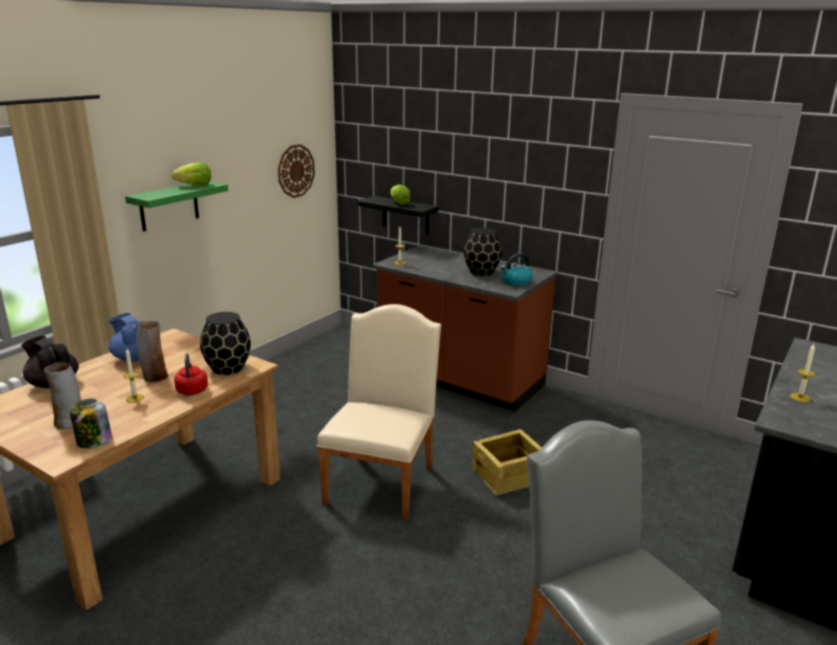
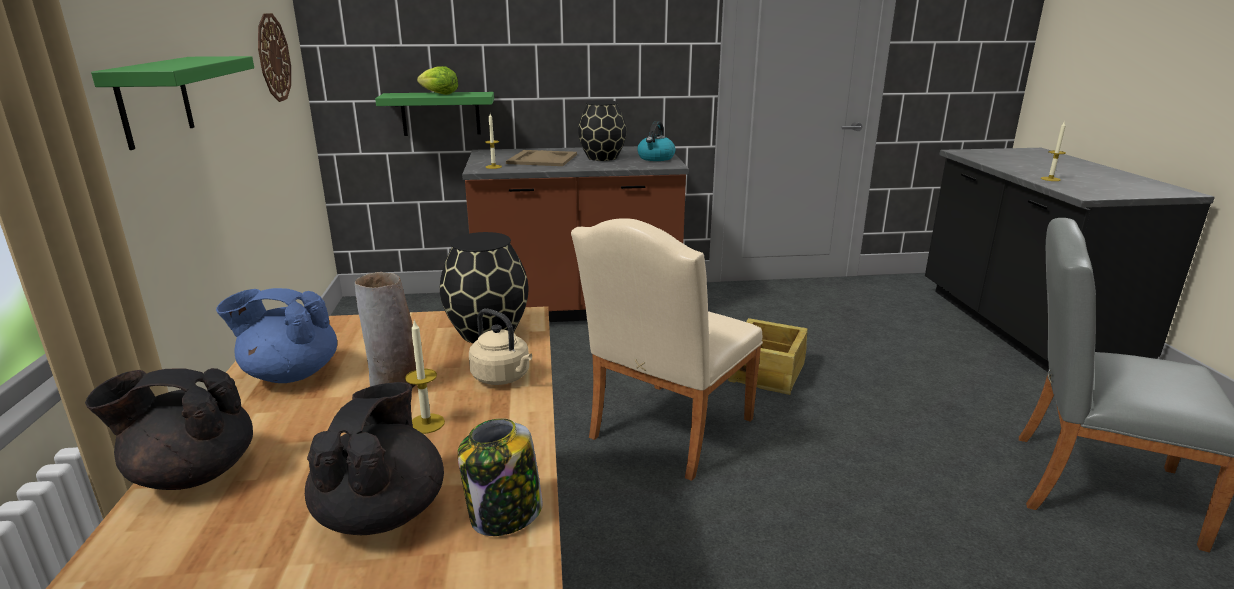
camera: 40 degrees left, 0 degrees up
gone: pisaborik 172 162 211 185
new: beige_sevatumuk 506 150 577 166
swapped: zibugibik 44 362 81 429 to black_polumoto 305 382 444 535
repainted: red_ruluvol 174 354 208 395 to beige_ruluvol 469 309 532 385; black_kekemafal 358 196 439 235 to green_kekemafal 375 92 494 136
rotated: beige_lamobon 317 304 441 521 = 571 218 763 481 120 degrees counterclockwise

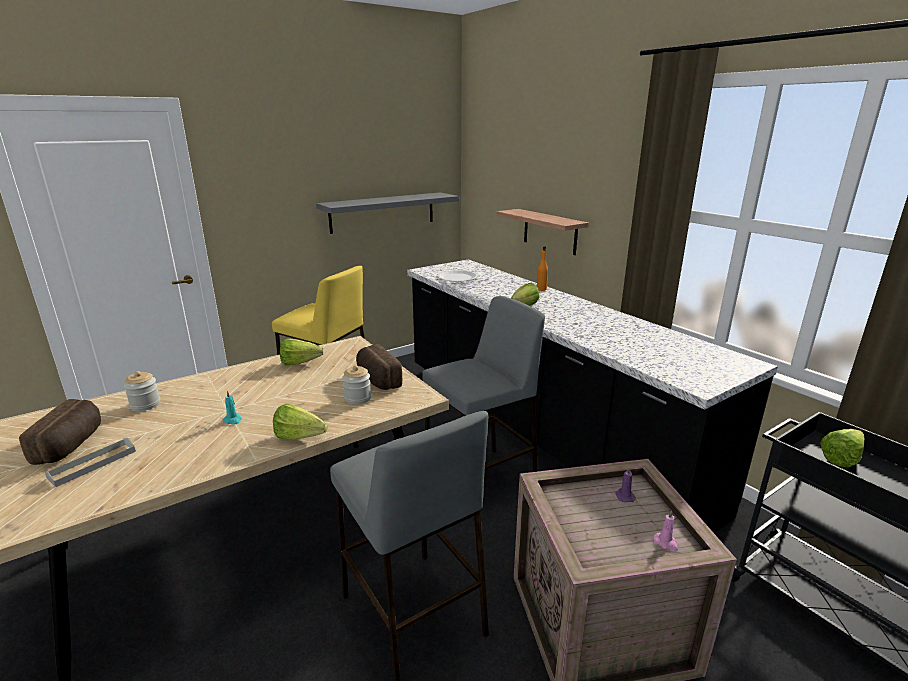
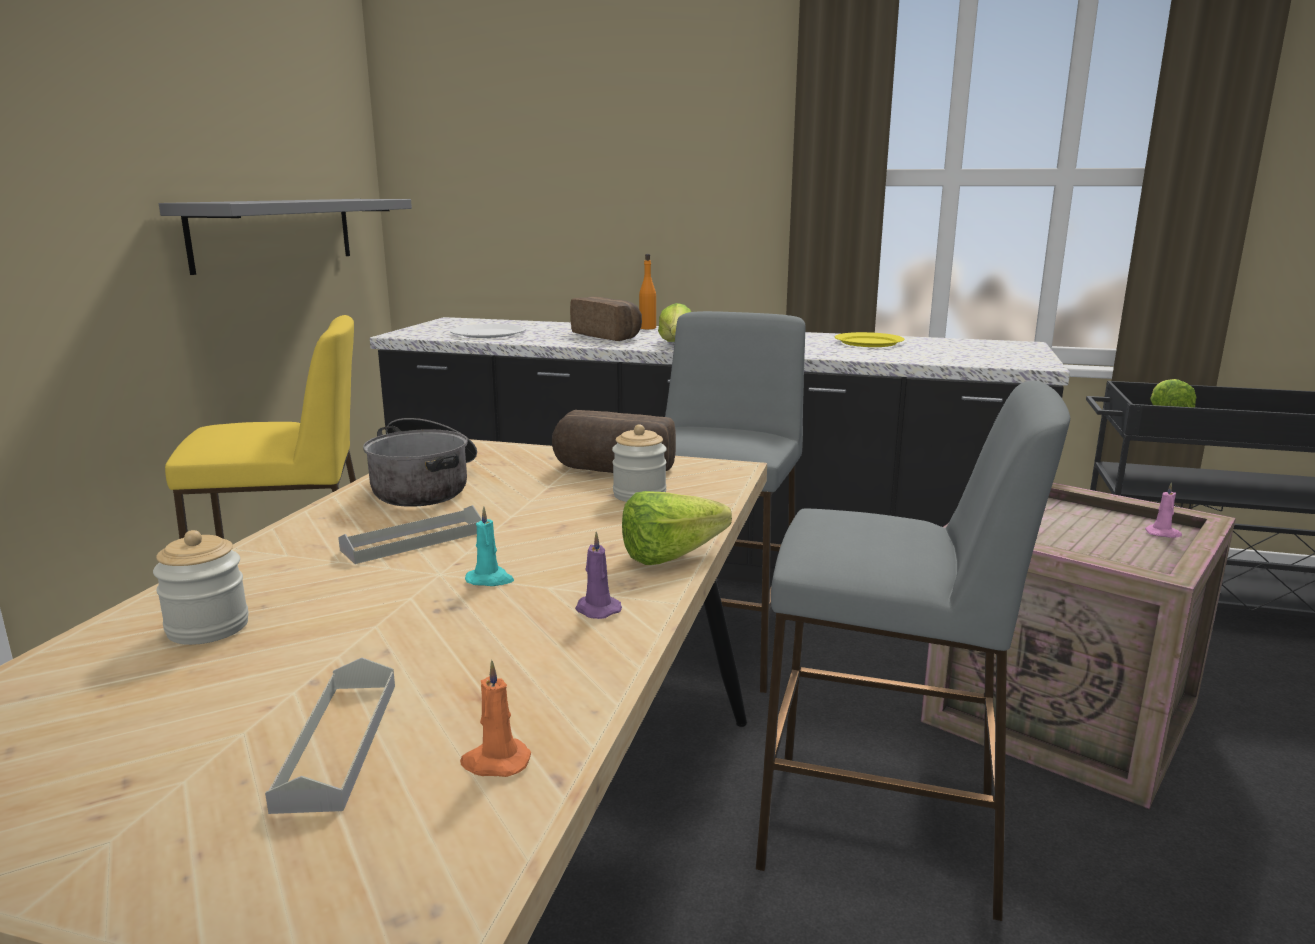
camera: 40 degrees left, 5 degrees down
gone: kekemafal 496 209 589 255
new: grey_sevatumuk 338 505 482 564; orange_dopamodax 460 660 531 777; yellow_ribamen 835 332 904 347
shifted: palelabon 19 399 101 465 to 570 297 642 341; purple_dopamodax 616 467 636 503 to 575 532 622 619
swapped: pisaborik 280 339 324 365 to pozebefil 363 418 477 507

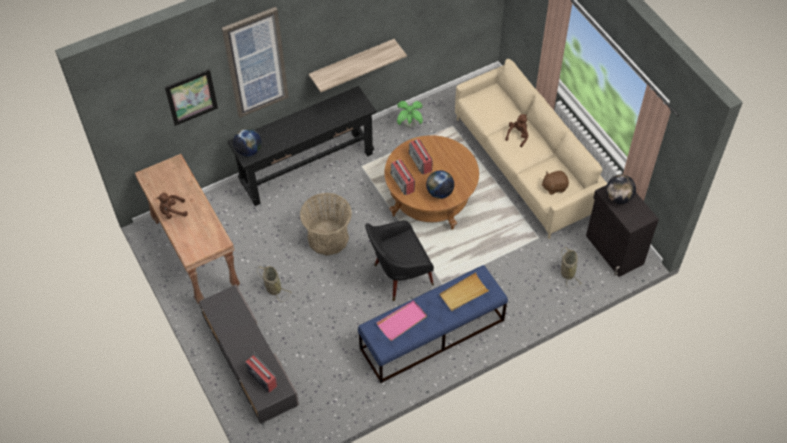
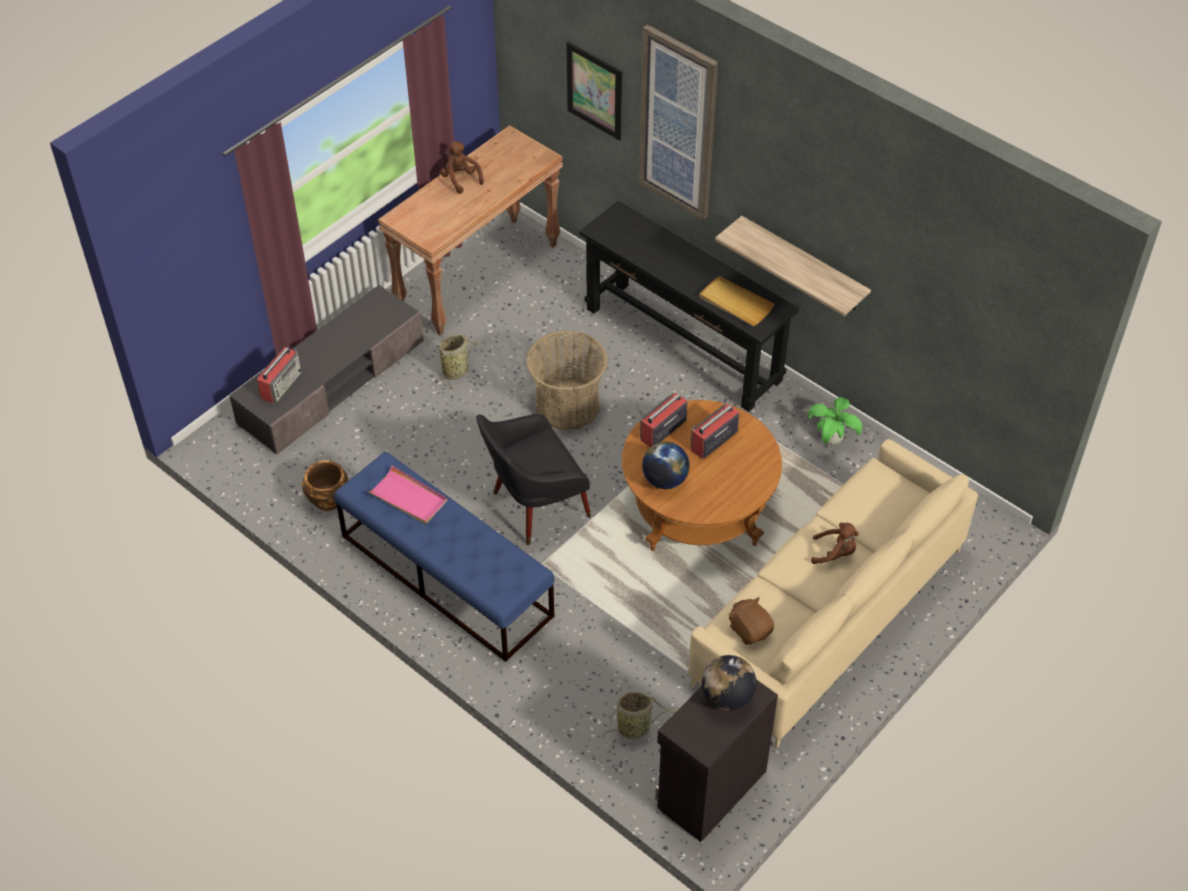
camera: 70 degrees right, 5 degrees down
gone: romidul 233 128 262 156
new: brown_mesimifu 302 460 349 511
shifted: beige_sevatumuk 439 272 490 311 to 699 276 774 326
rotated: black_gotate 365 221 434 301 = 476 414 591 545 75 degrees counterclockwise

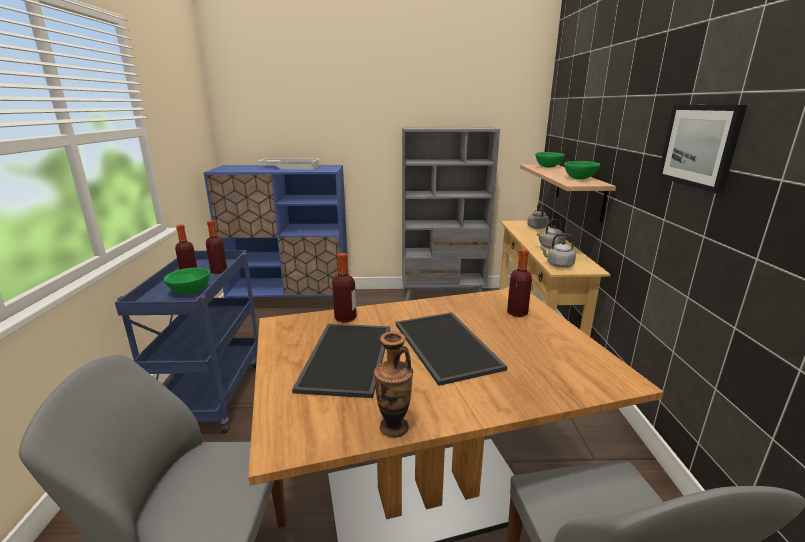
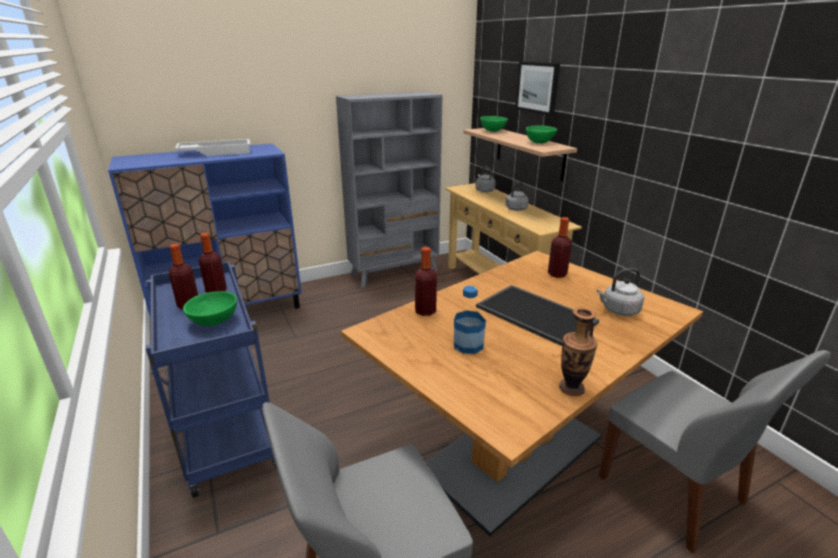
camera: 25 degrees left, 5 degrees up
shifted: grey_ruluvol 540 234 576 268 to 596 268 644 316; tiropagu 658 105 747 194 to 515 61 560 116
swapped: sevatumuk 292 324 390 398 to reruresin 454 286 486 354

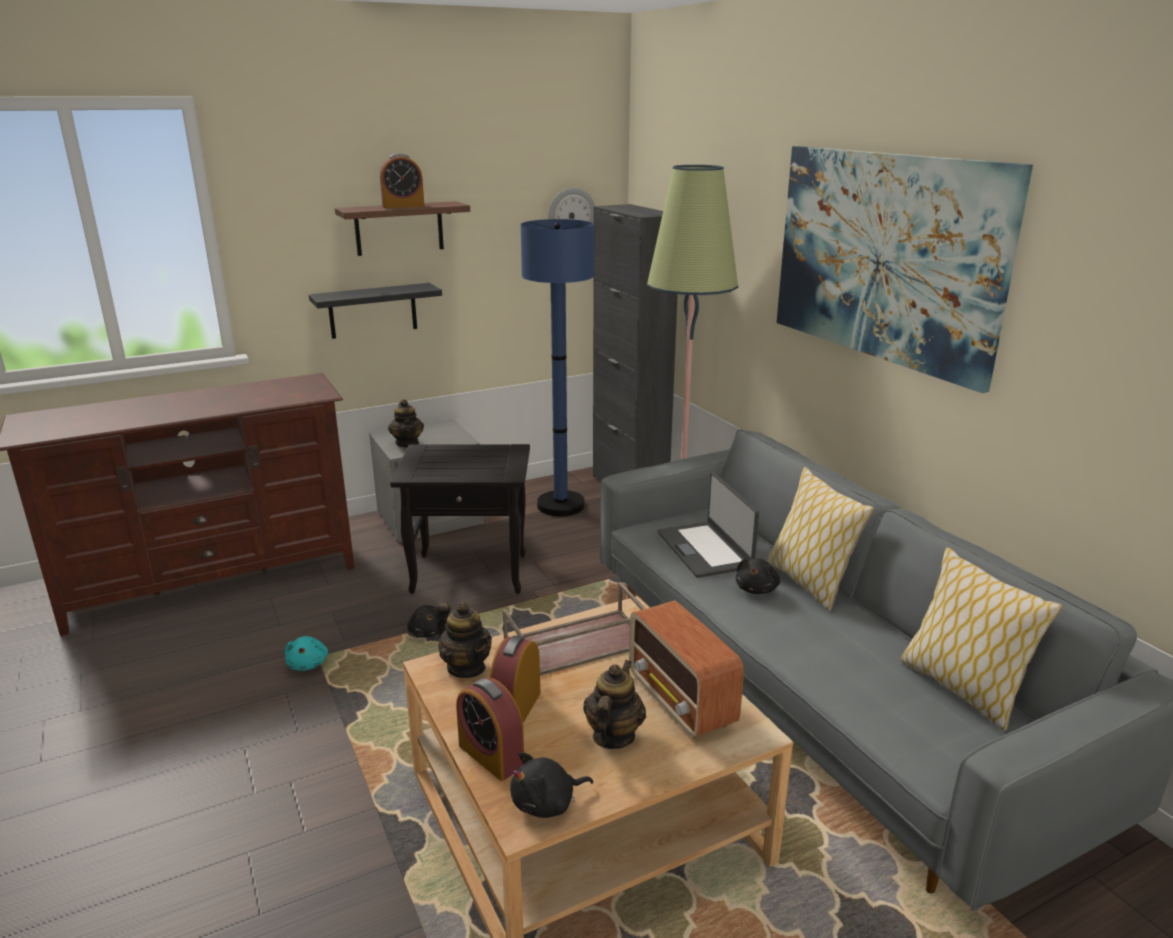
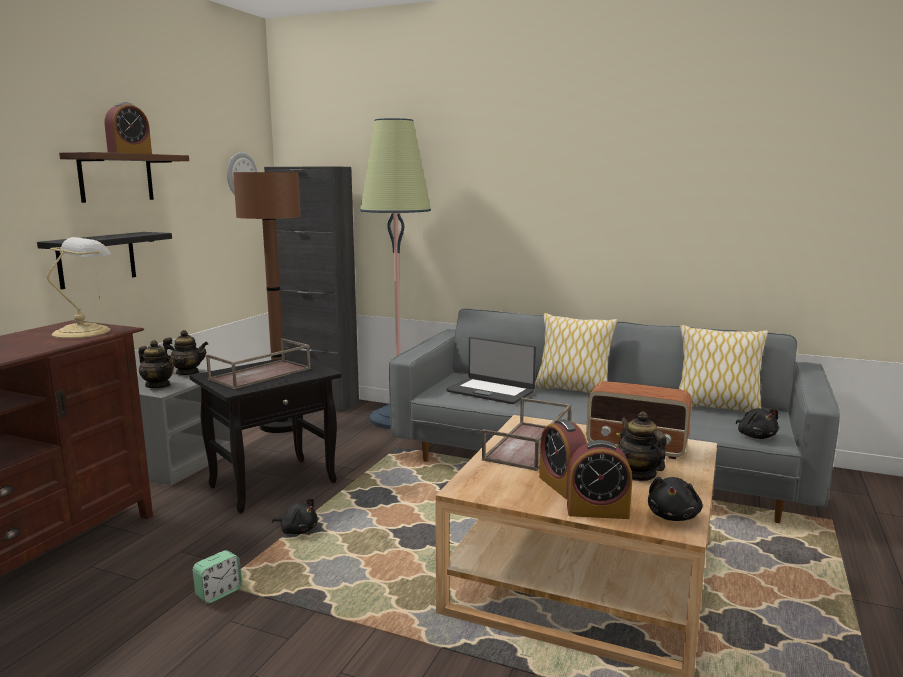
camera: 40 degrees left, 10 degrees down
gone: tiropagu 777 146 1033 393
new: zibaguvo 47 237 112 338; brown_sevatumuk 206 338 311 389
shifted: polumoto 436 602 492 678 to 163 330 208 375; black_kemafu 736 558 780 594 to 736 408 779 439
swapped: turquoise_kemafu 285 636 328 671 to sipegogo 192 550 242 604
repainted: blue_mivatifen 520 219 594 516 to brown_mivatifen 233 171 301 433

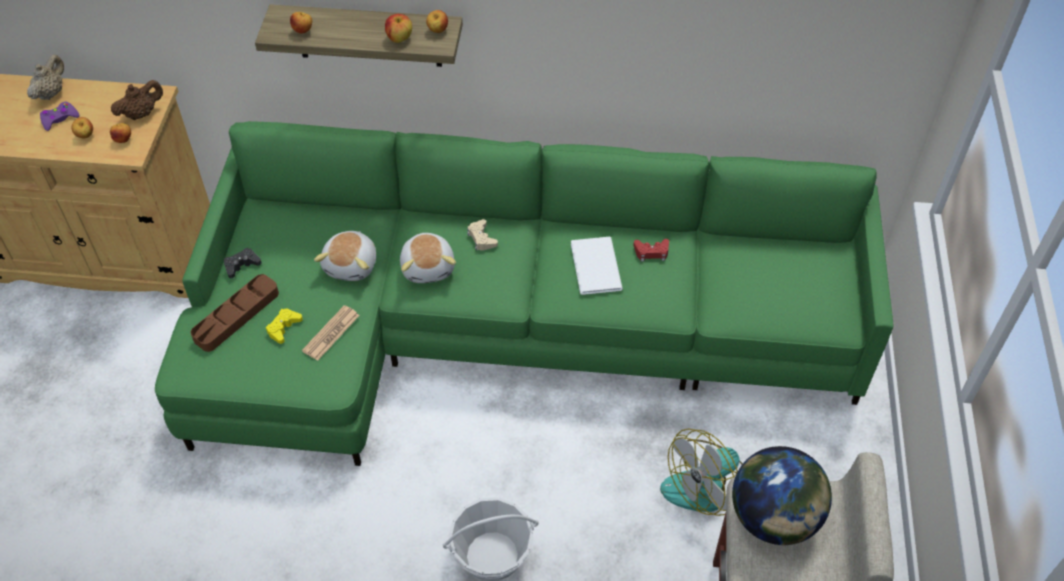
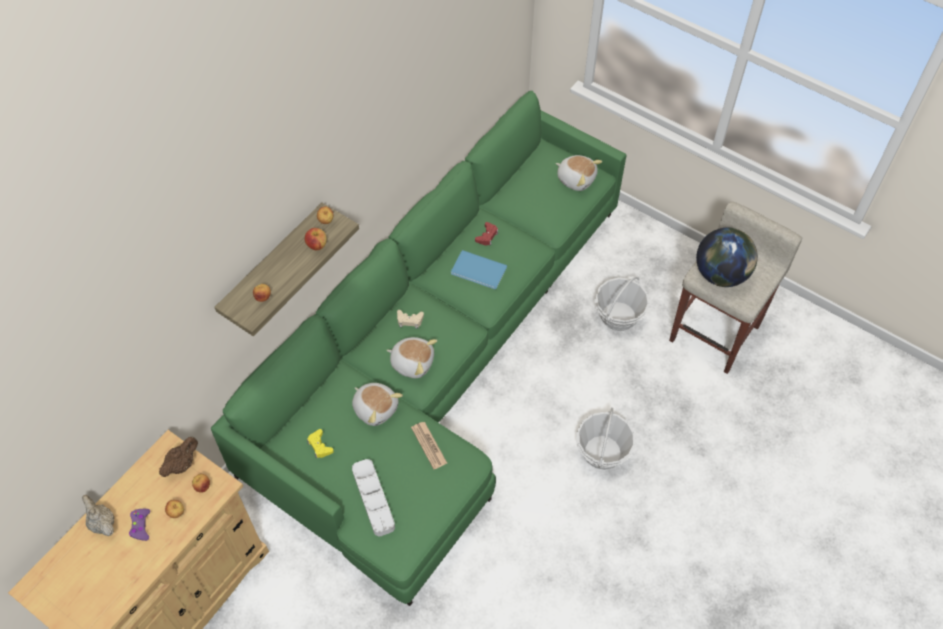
camera: 60 degrees left, 5 degrees up
gone: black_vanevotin 224 248 262 278
new: kemafu 556 155 602 191
shifted: yellow_vanevotin 266 309 303 344 to 307 429 334 458
swapped: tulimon 660 429 743 516 to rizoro 594 277 649 331
repainted: brown_sevatumuk 190 274 279 352 to grey_sevatumuk 352 459 395 536; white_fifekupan 571 237 623 295 to blue_fifekupan 451 250 507 289
rotated: brown_polumoto 111 80 163 120 = 159 437 198 477 45 degrees clockwise

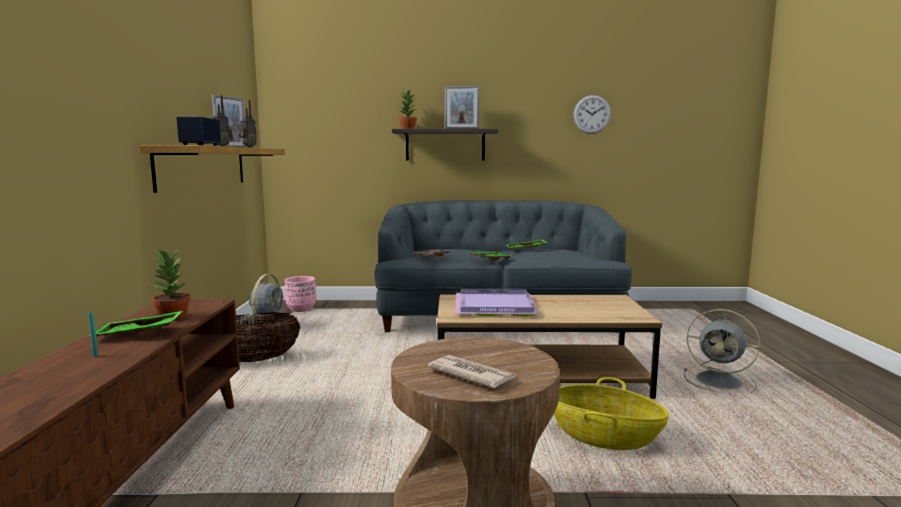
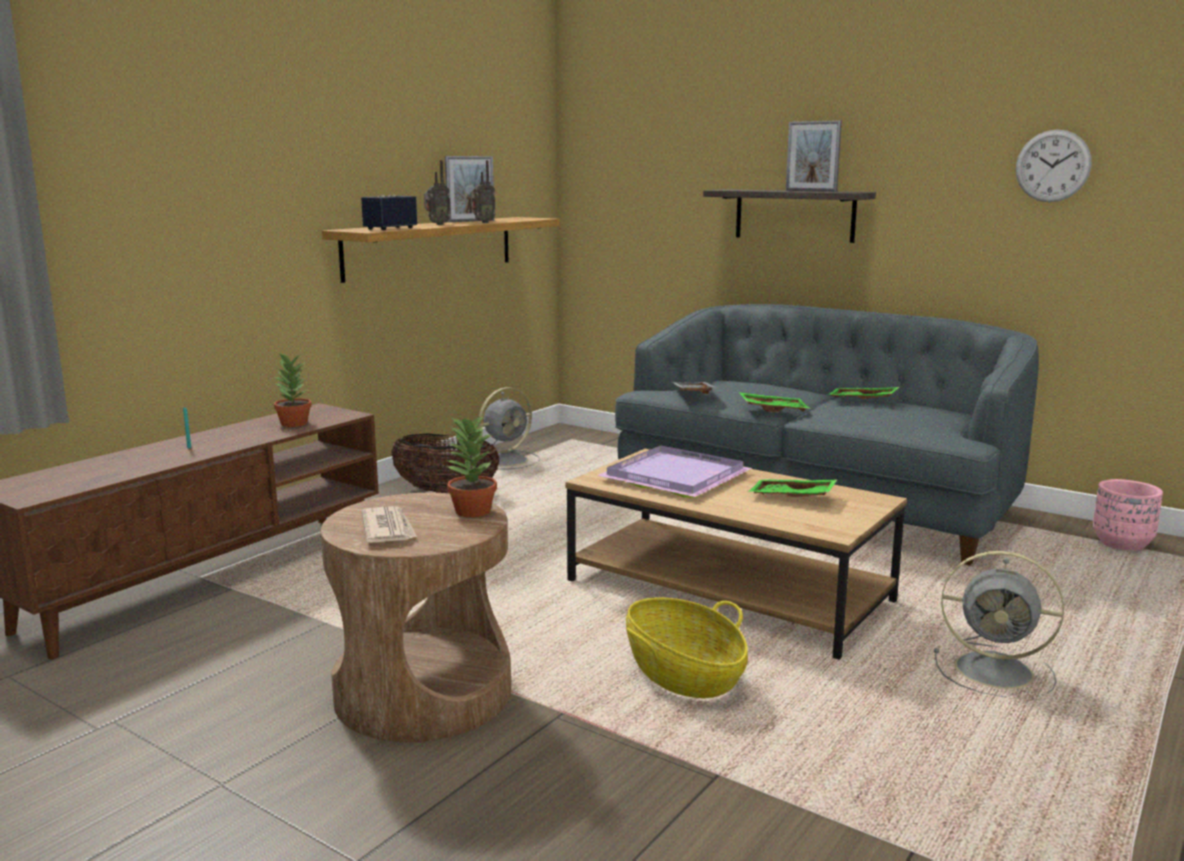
camera: 35 degrees right, 5 degrees up
shifted: green_sevatumuk 96 311 183 336 to 749 479 837 497; pink_mesimifu 284 276 316 312 to 1093 479 1163 551; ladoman 399 90 417 129 to 446 414 497 517
rotated: grey_tulimon 684 309 760 393 = 934 551 1064 697 45 degrees counterclockwise

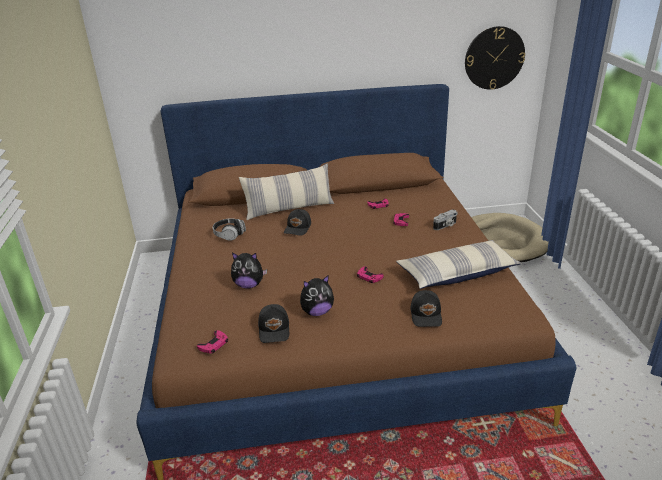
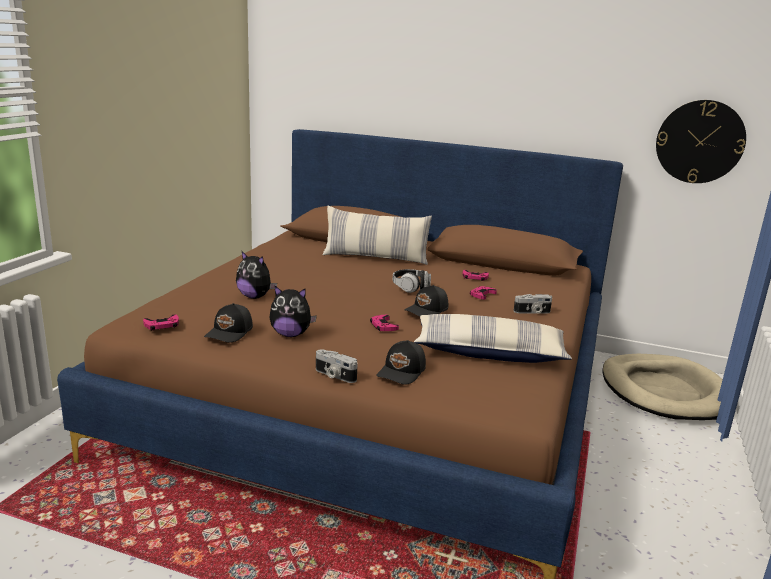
camera: 25 degrees right, 10 degrees down
new: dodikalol 316 349 358 383
shifted: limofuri 213 218 246 241 to 393 269 431 293; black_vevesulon 284 209 311 236 to 404 285 448 317

